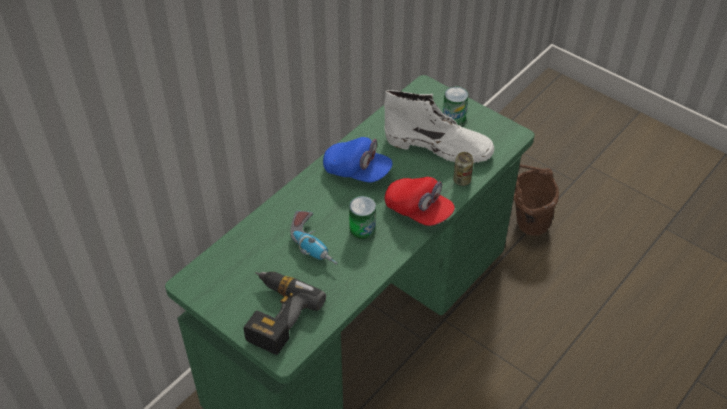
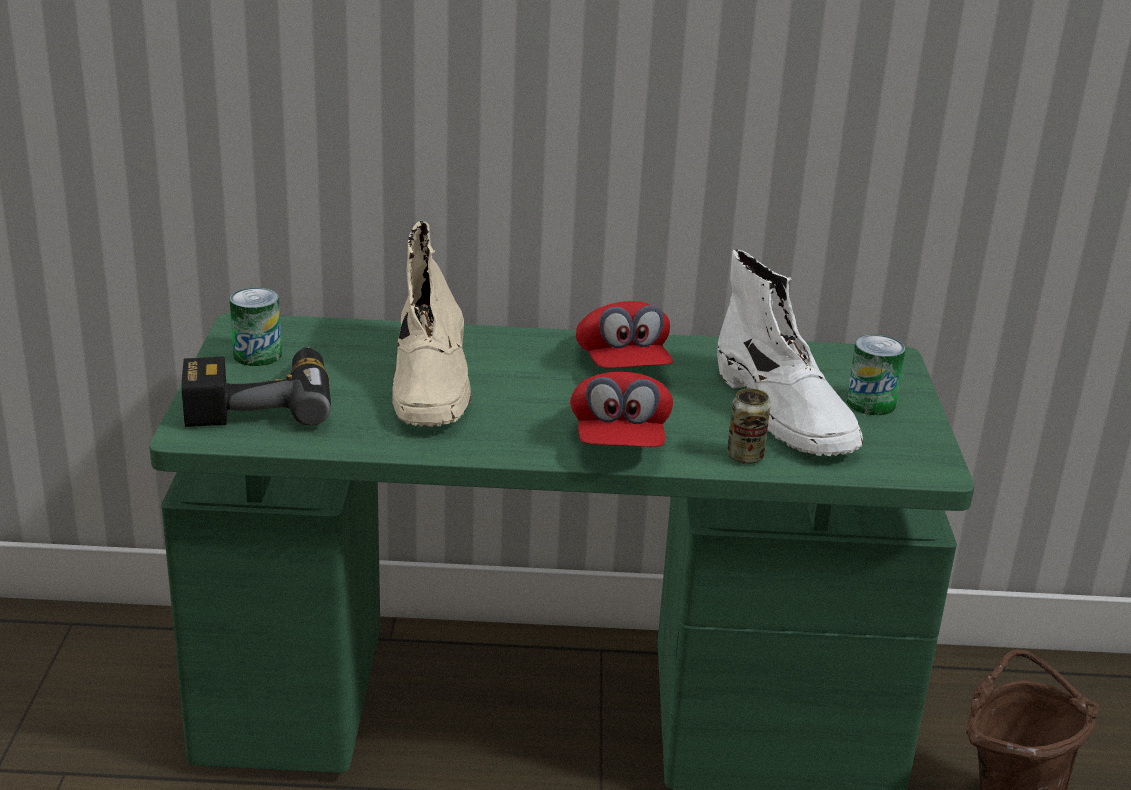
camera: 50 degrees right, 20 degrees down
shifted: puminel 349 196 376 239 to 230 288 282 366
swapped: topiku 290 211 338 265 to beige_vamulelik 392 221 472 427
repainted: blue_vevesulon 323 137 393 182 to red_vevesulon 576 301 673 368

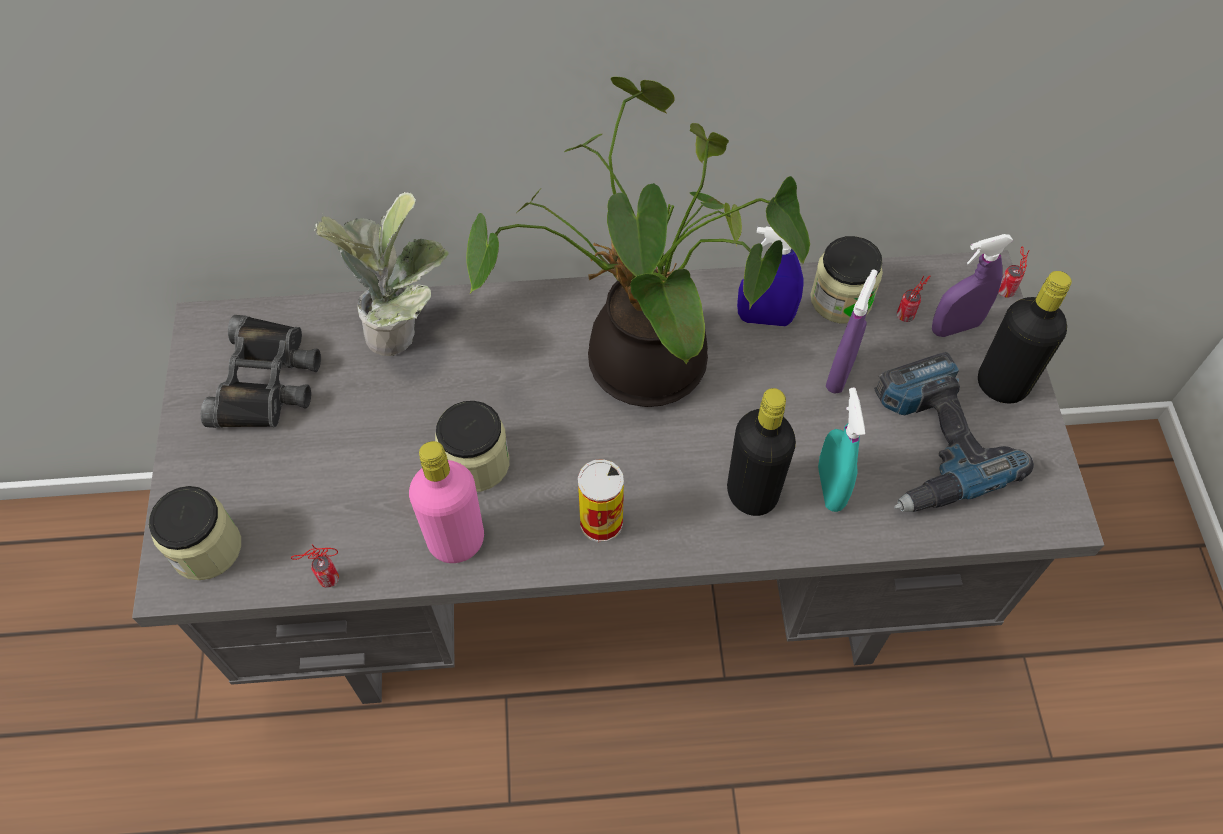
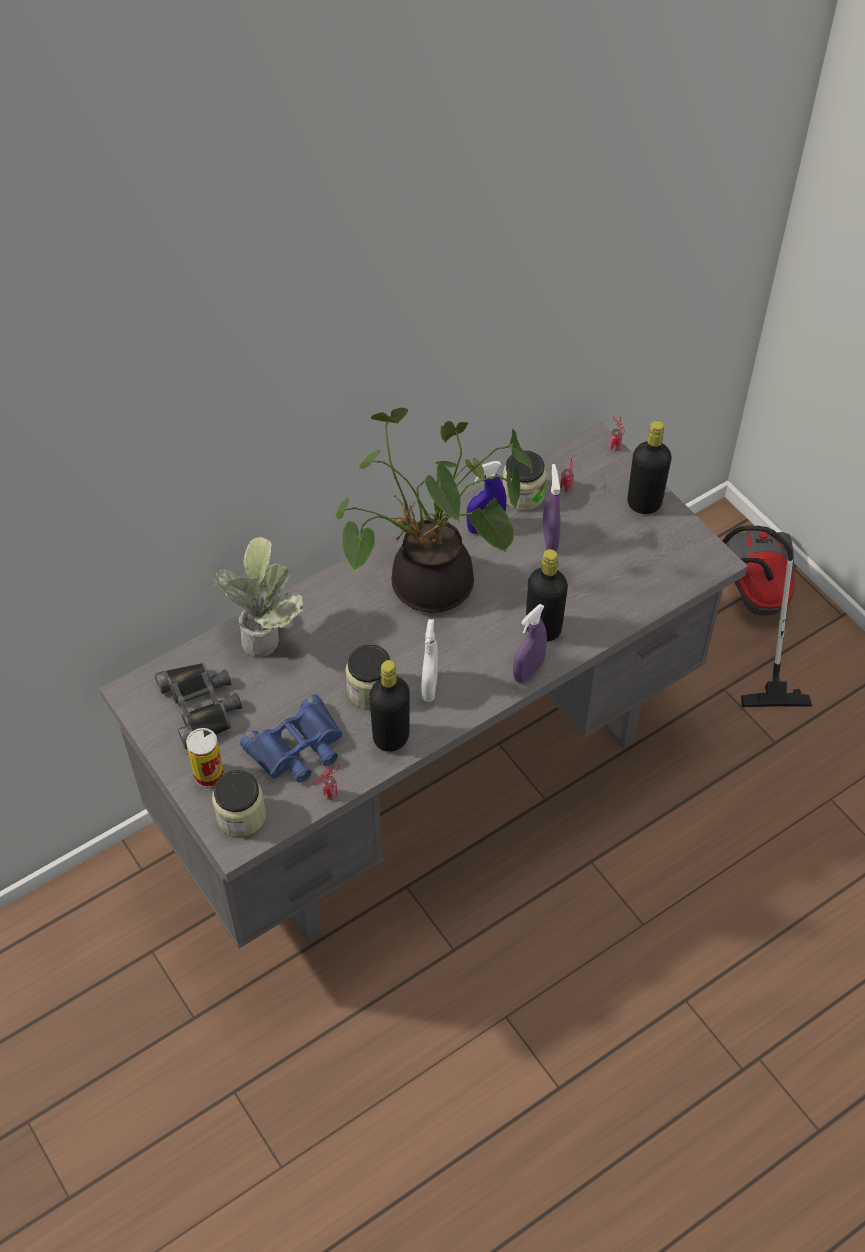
camera: 30 degrees left, 5 degrees down
gone: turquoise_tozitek 818 388 865 512; topiku 874 352 1034 512
new: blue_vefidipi 240 694 342 782; white_tozitek 421 619 438 702; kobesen 722 525 812 707
shifted: puminel 578 459 624 542 to 186 728 224 788; purple_tozitek 932 234 1013 337 to 513 604 547 683
repainted: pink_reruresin 409 441 484 563 to black_reruresin 369 660 410 752

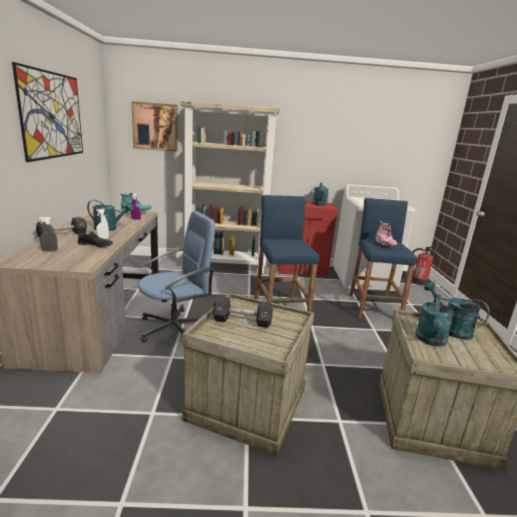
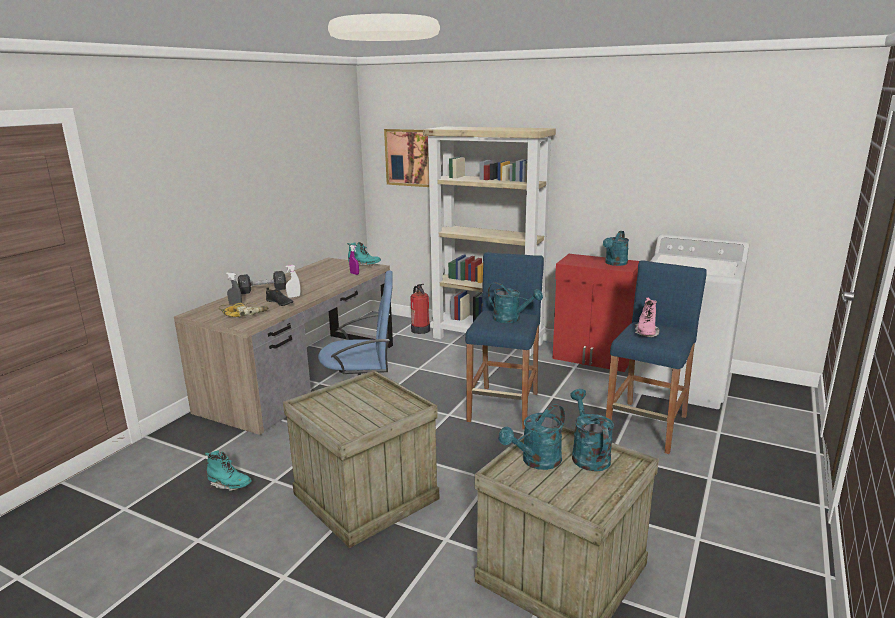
camera: 30 degrees right, 0 degrees up
gone: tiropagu 12 62 83 162; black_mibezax 213 296 273 328
new: turquoise_vamulelik 205 451 252 491; topiku 219 302 268 317
shifted: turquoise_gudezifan 87 200 134 231 to 488 282 543 323; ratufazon 412 246 439 286 to 410 284 430 334

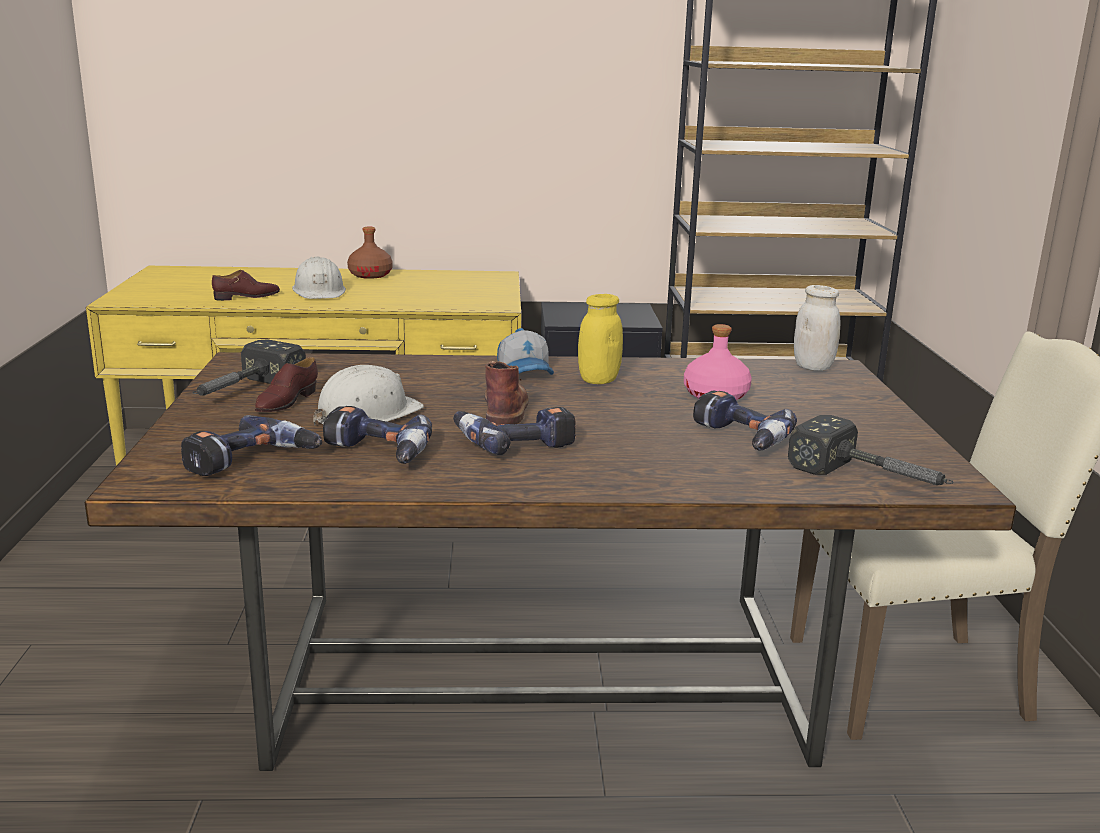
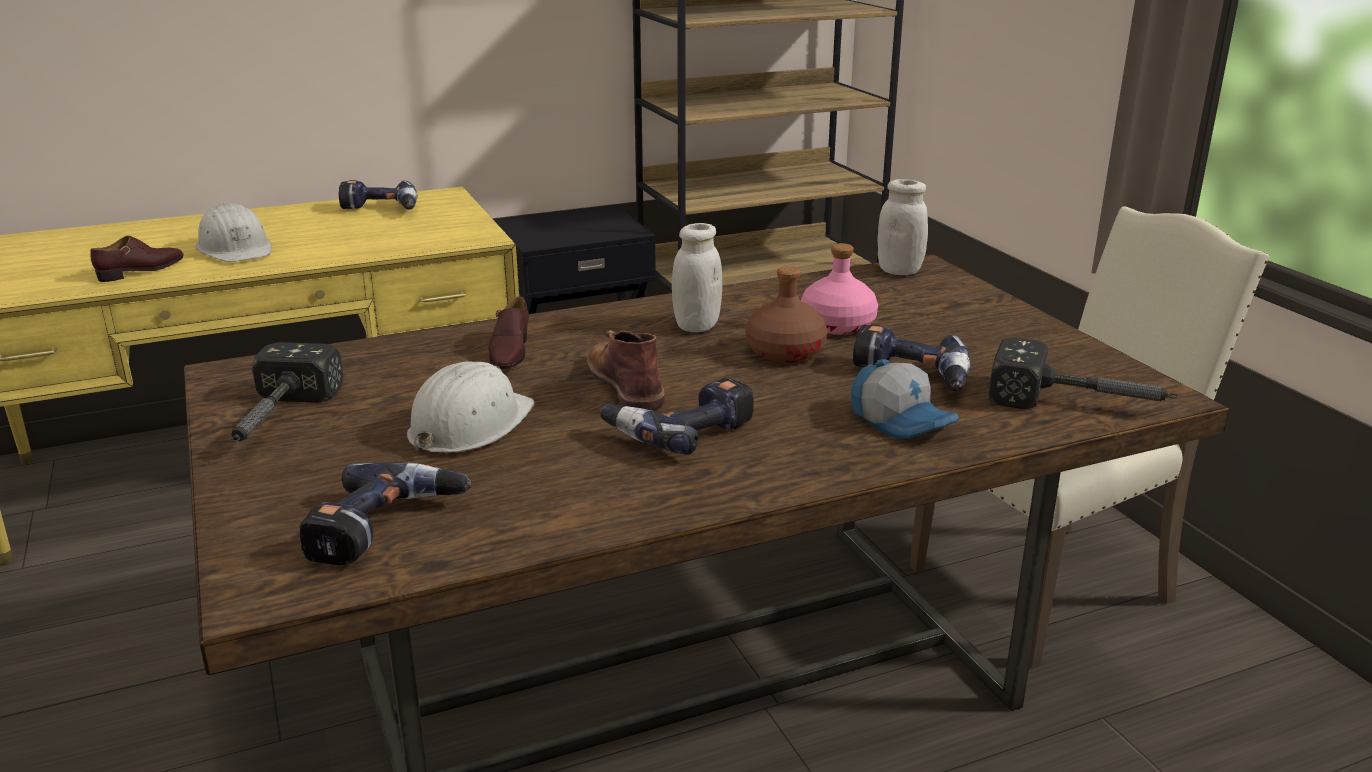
camera: 20 degrees left, 5 degrees up
shifted: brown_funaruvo 254 357 318 412 to 488 296 529 370; topiku 323 406 432 464 to 338 180 417 210; brown_reruresin 347 227 393 279 to 746 266 828 363; vevesulon 497 328 554 375 to 851 359 959 439
repainted: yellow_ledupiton 578 294 623 384 to white_ledupiton 672 223 722 332

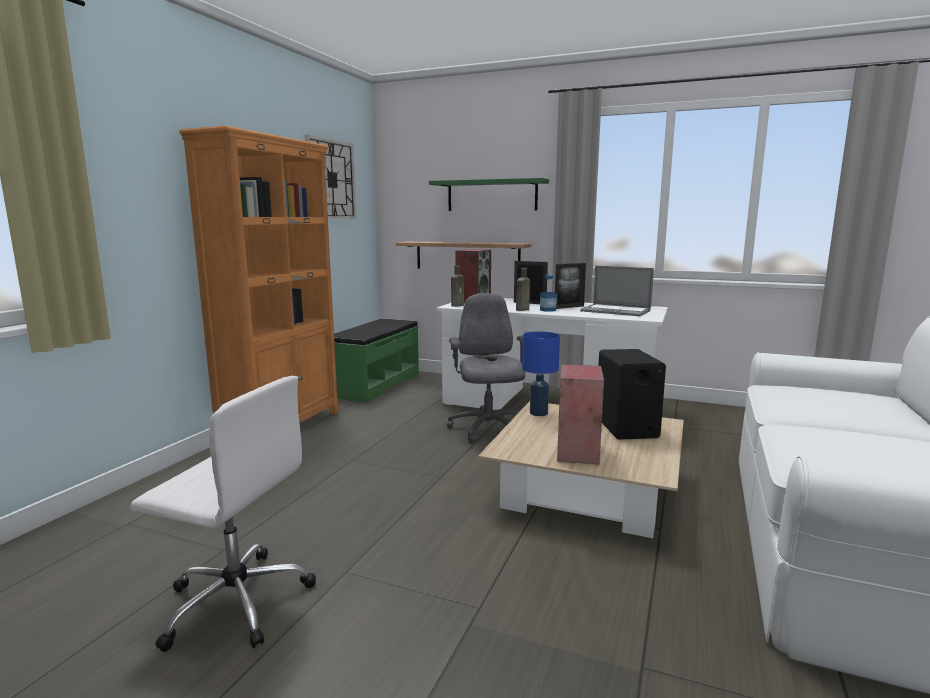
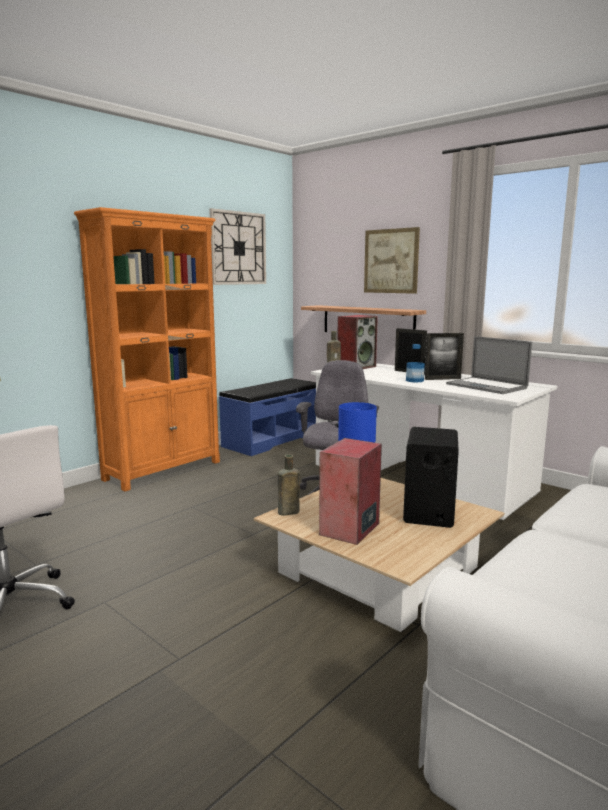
camera: 20 degrees right, 0 degrees up
shifted: brown_reruresin 516 268 530 311 to 278 454 300 516
swapped: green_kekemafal 429 178 549 211 to tiropagu 364 227 420 294
repainted: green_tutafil 334 319 419 403 to blue_tutafil 219 378 316 456

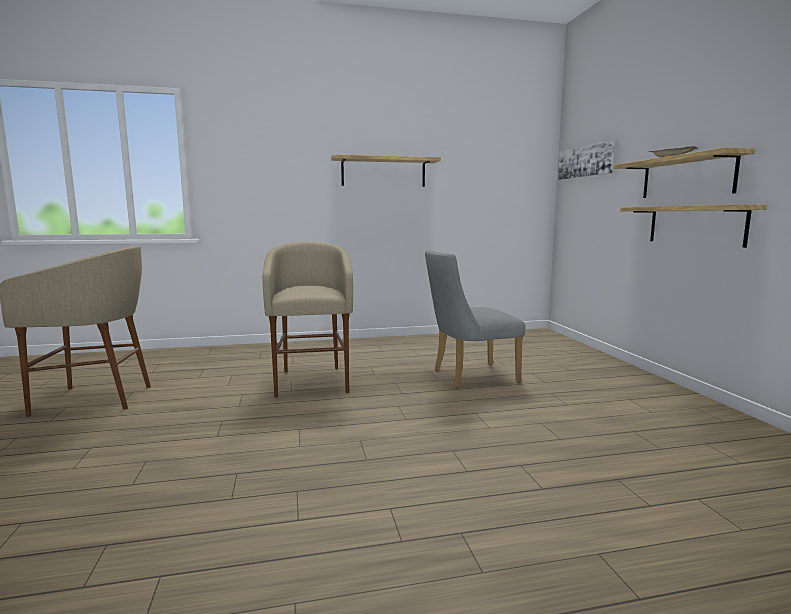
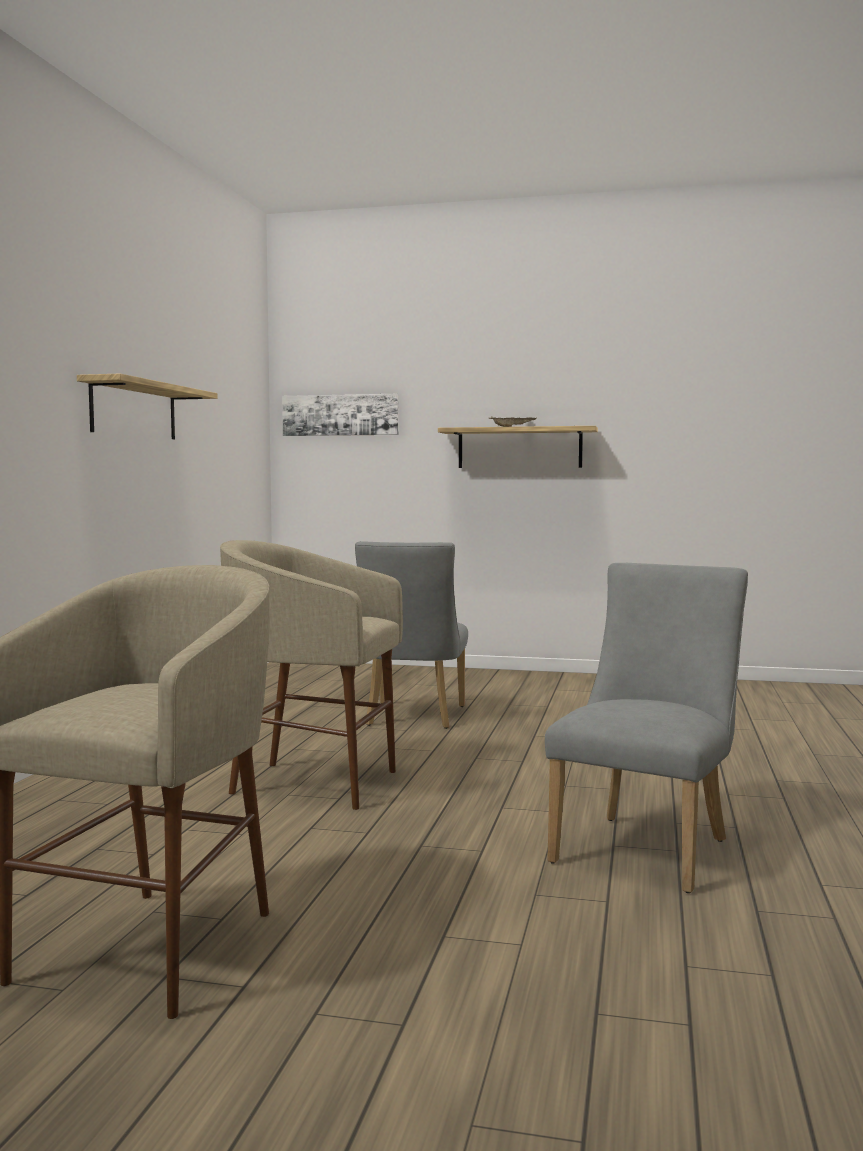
camera: 65 degrees left, 5 degrees down
gone: kekemafal 620 204 767 248
new: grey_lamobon 545 563 748 893

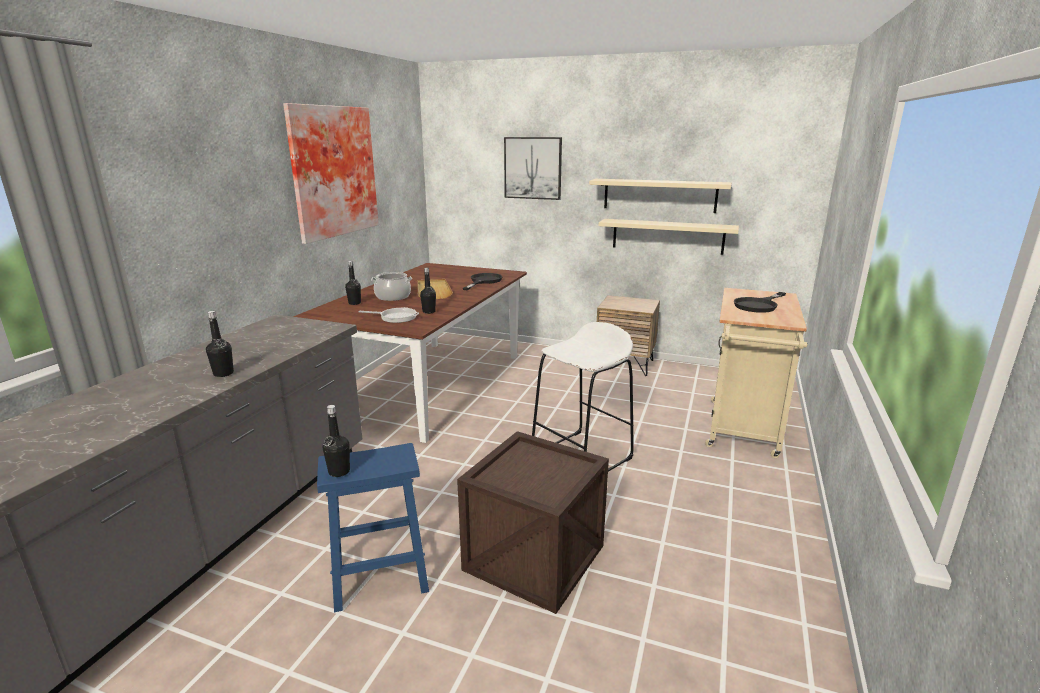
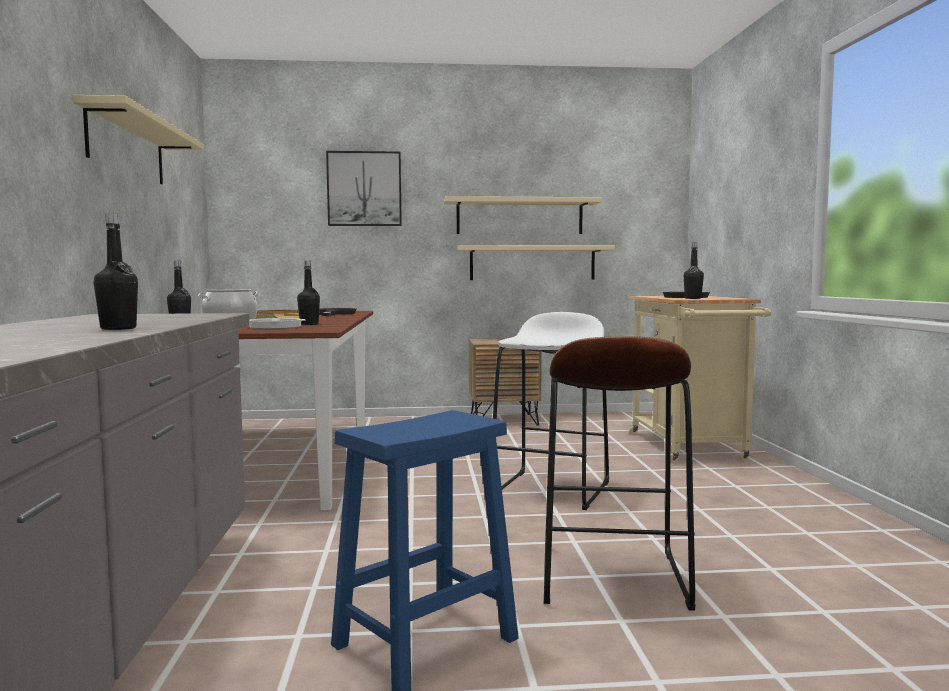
camera: 25 degrees left, 15 degrees down
shifted: black_reruresin 323 405 350 477 to 684 242 704 299
swapped: tiropagu 283 103 379 244 to beige_kekemafal 73 95 204 185; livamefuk 457 431 609 614 to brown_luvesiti 544 336 696 611

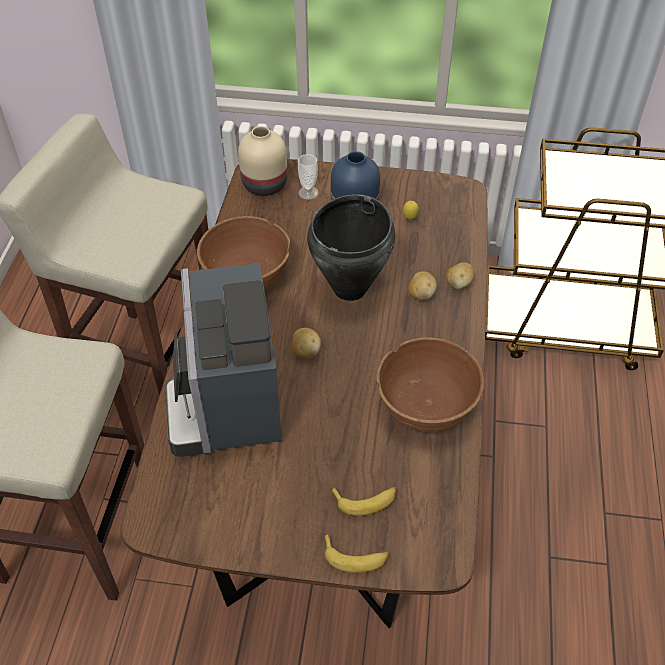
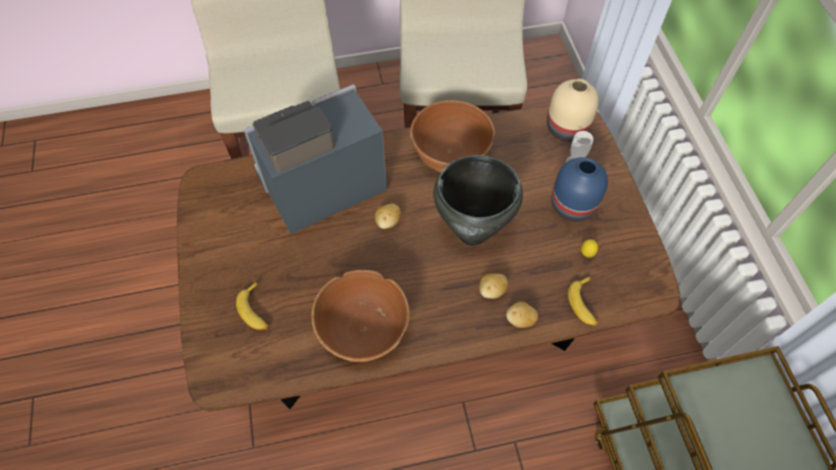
camera: 70 degrees right, 10 degrees up
shifted: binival 323 534 390 573 to 568 276 598 326

